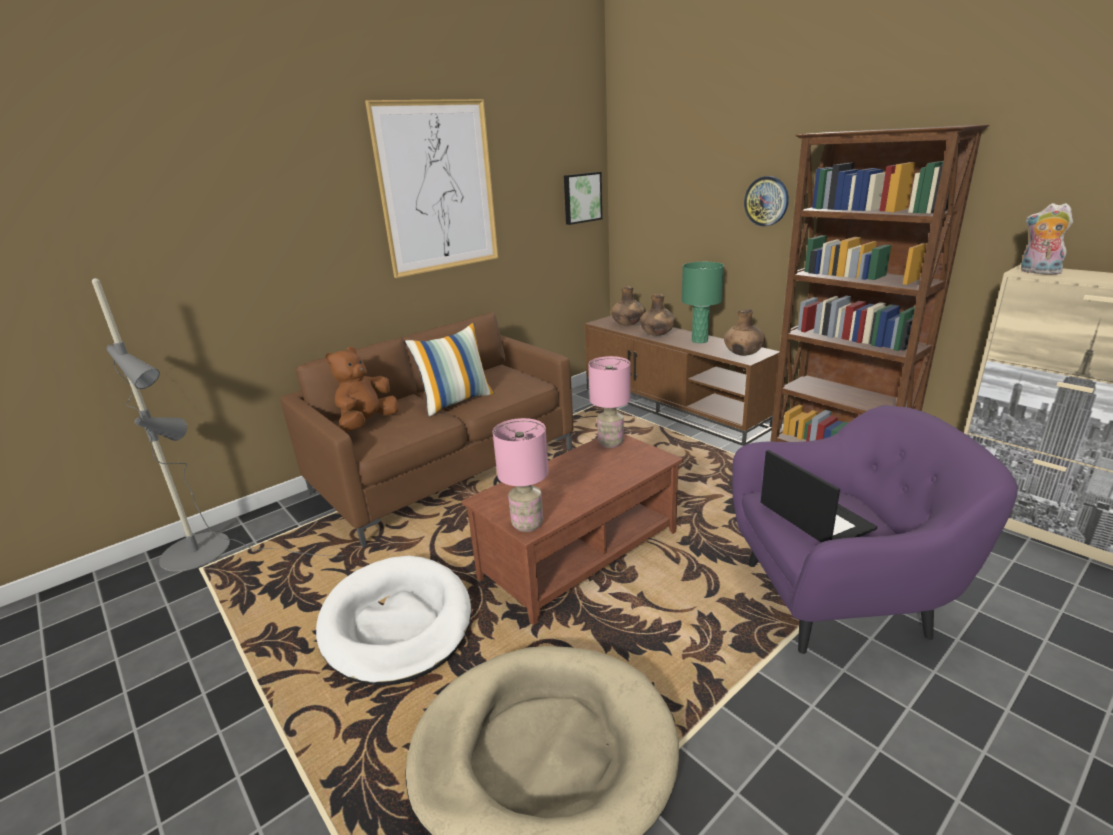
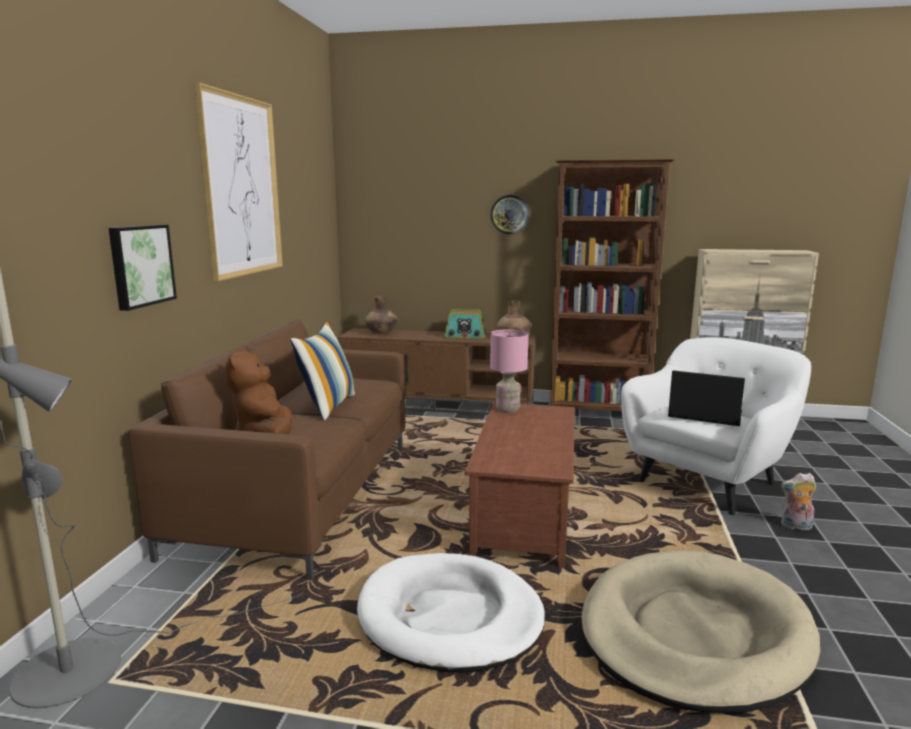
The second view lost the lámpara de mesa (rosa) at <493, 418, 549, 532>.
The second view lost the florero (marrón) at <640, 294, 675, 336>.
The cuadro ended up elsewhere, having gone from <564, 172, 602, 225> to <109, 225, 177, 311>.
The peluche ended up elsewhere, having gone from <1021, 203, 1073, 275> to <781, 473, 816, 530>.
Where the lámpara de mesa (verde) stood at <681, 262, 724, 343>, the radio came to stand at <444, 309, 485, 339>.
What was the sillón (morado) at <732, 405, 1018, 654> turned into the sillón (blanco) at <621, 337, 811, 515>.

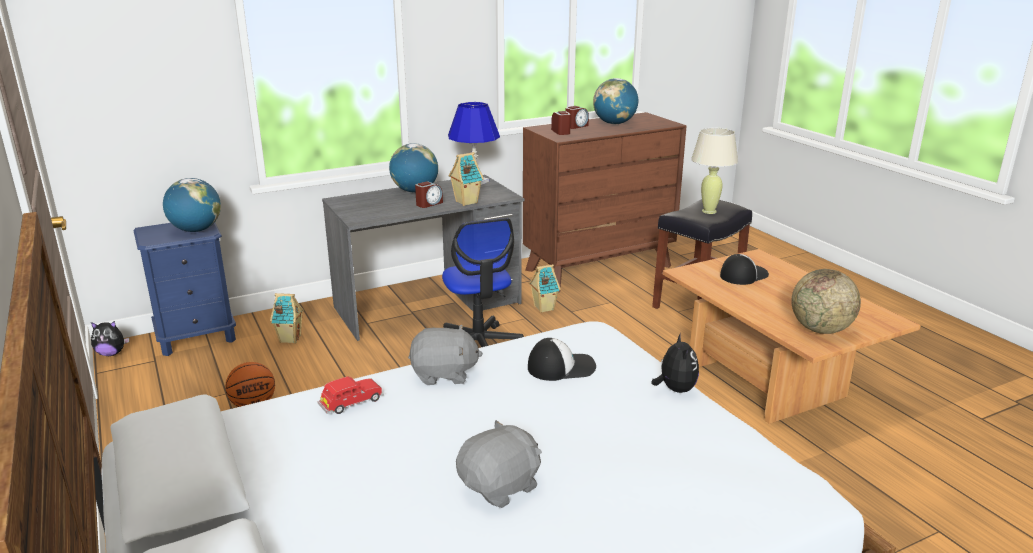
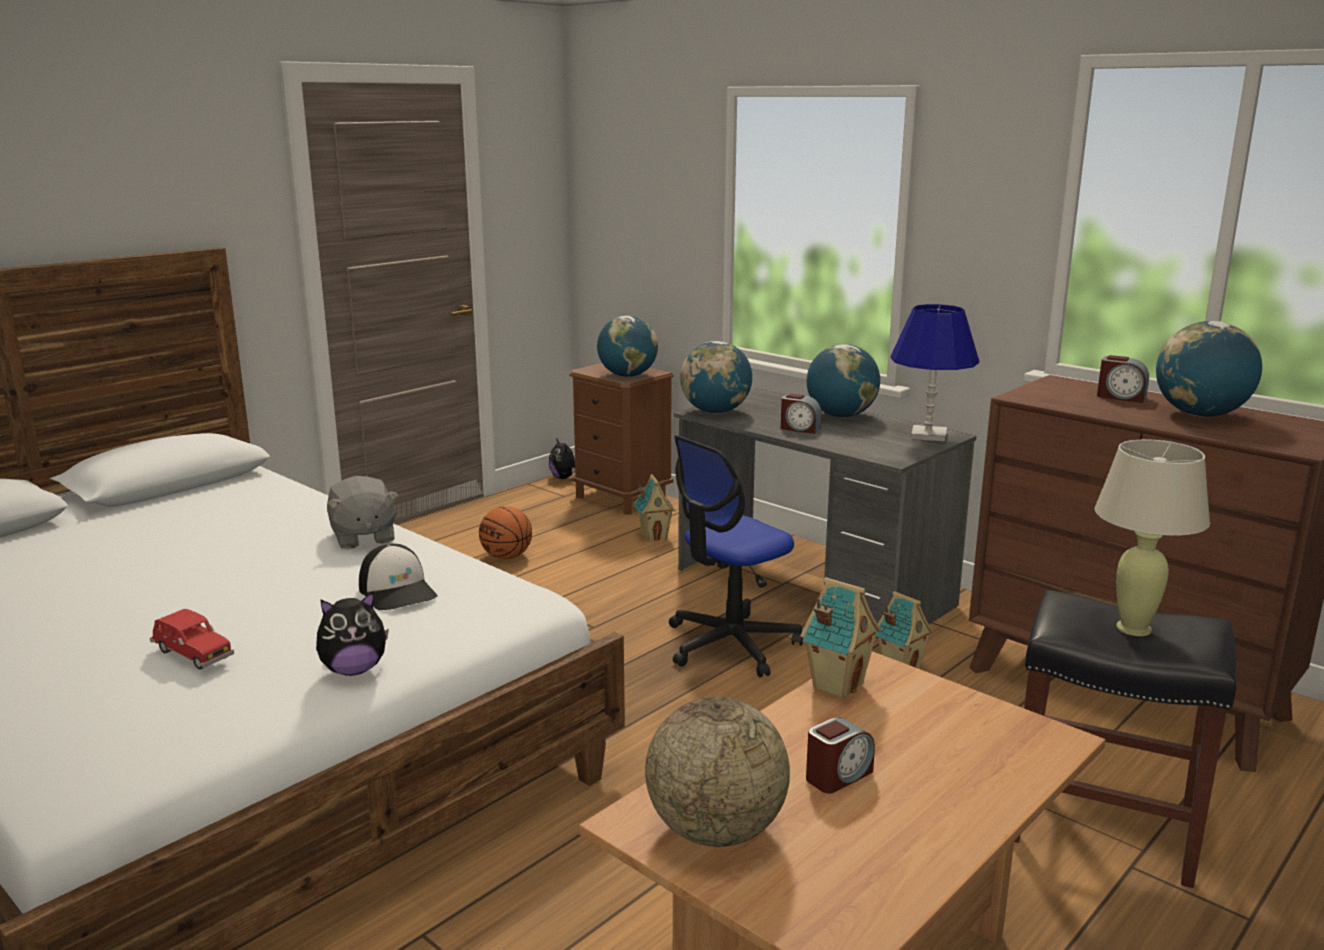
The second view lost the peluche (gris) at <456, 420, 542, 508>.
The second view lost the gorra at <720, 254, 769, 285>.
The second view gained the globo terráqueo at <680, 341, 752, 414>.
The coche de juguete (rojo) ended up elsewhere, having gone from <317, 376, 384, 414> to <150, 609, 234, 670>.
The casita ended up elsewhere, having gone from <449, 152, 484, 206> to <800, 577, 881, 699>.
The despertador ended up elsewhere, having gone from <551, 111, 571, 135> to <806, 717, 875, 793>.
What was the mesita de noche (azul) at <134, 223, 236, 356> turned into the mesita de noche (marrón) at <569, 363, 674, 515>.

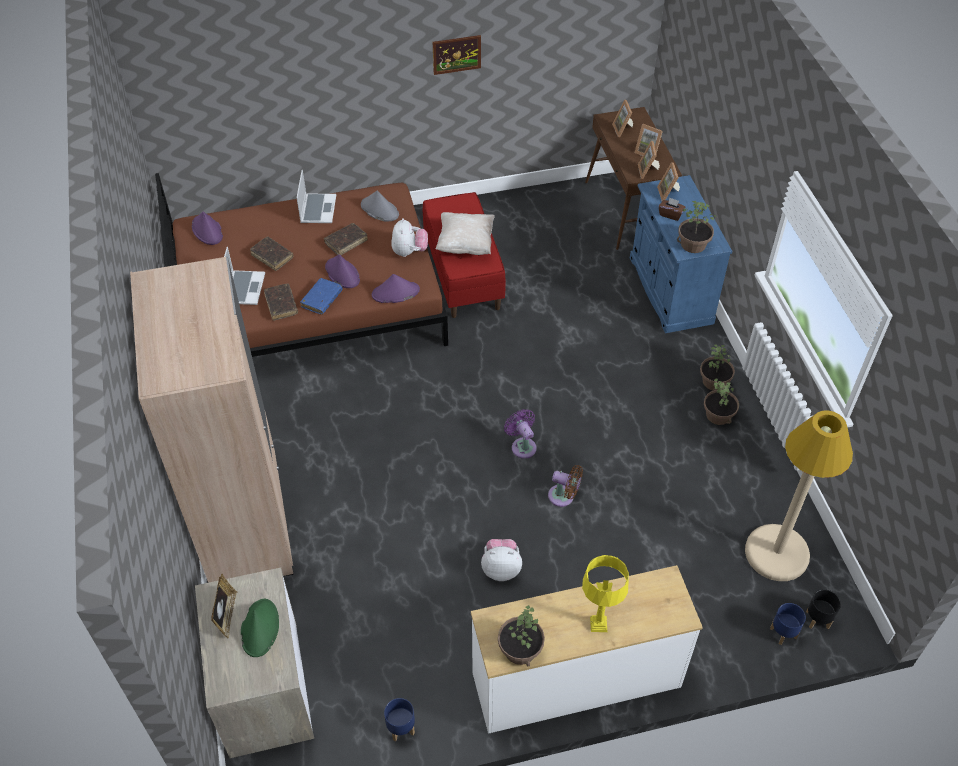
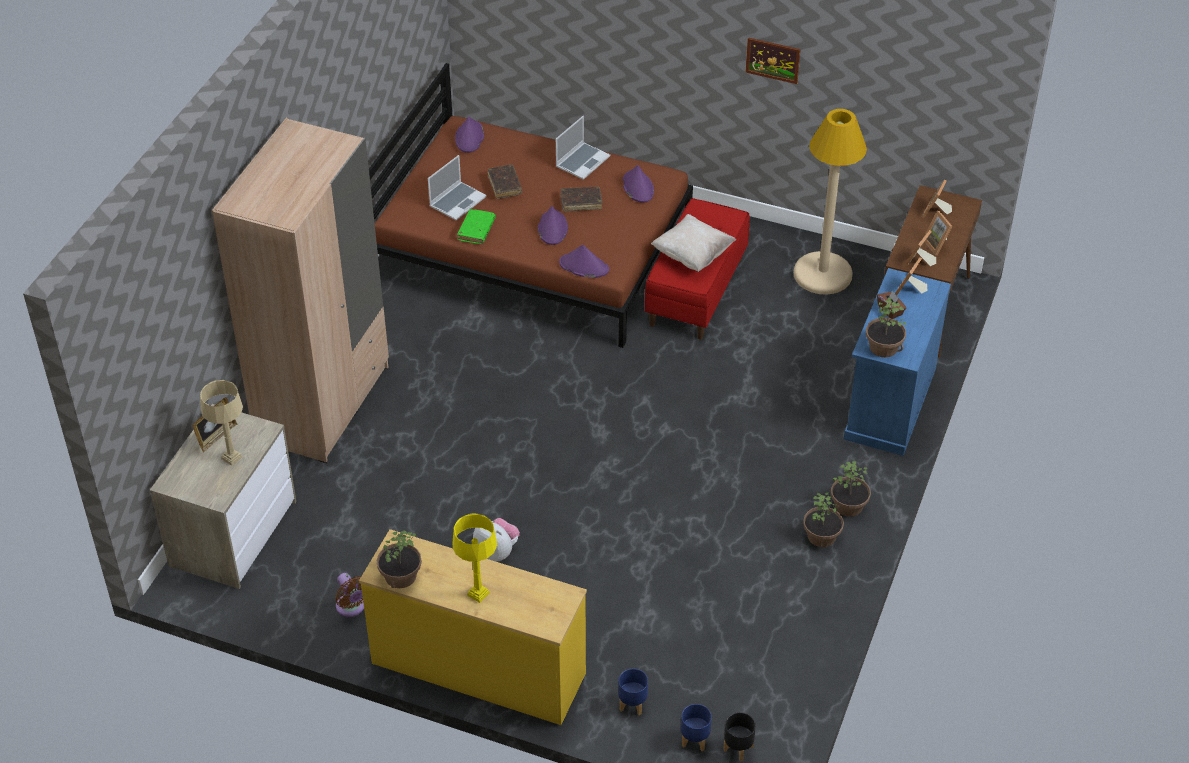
The second view lost the libro (azul) at <300, 278, 343, 314>.
The second view lost the peluche at <391, 218, 428, 257>.
The second view lost the ventilador (morado) at <504, 409, 537, 458>.
The maceta (azul) ended up elsewhere, having gone from <384, 698, 415, 741> to <618, 669, 648, 715>.
The ventilador (marrón) ended up elsewhere, having gone from <548, 465, 583, 507> to <335, 573, 364, 617>.
The lámpara de pie (beis) ended up elsewhere, having gone from <745, 410, 853, 581> to <794, 109, 867, 295>.
Where the sombrero (verde) stood at <241, 599, 279, 657>, the lámpara de mesa (beis) came to stand at <200, 380, 243, 466>.
What was the libro (marrón) at <264, 283, 298, 321> turned into the libro (verde) at <457, 209, 496, 244>.
What was the sombrero (gris) at <361, 191, 399, 221> turned into the sombrero (morado) at <623, 165, 654, 203>.
What was the cómoda (blanco) at <471, 565, 703, 734> turned into the cómoda (amarillo) at <359, 529, 587, 725>.

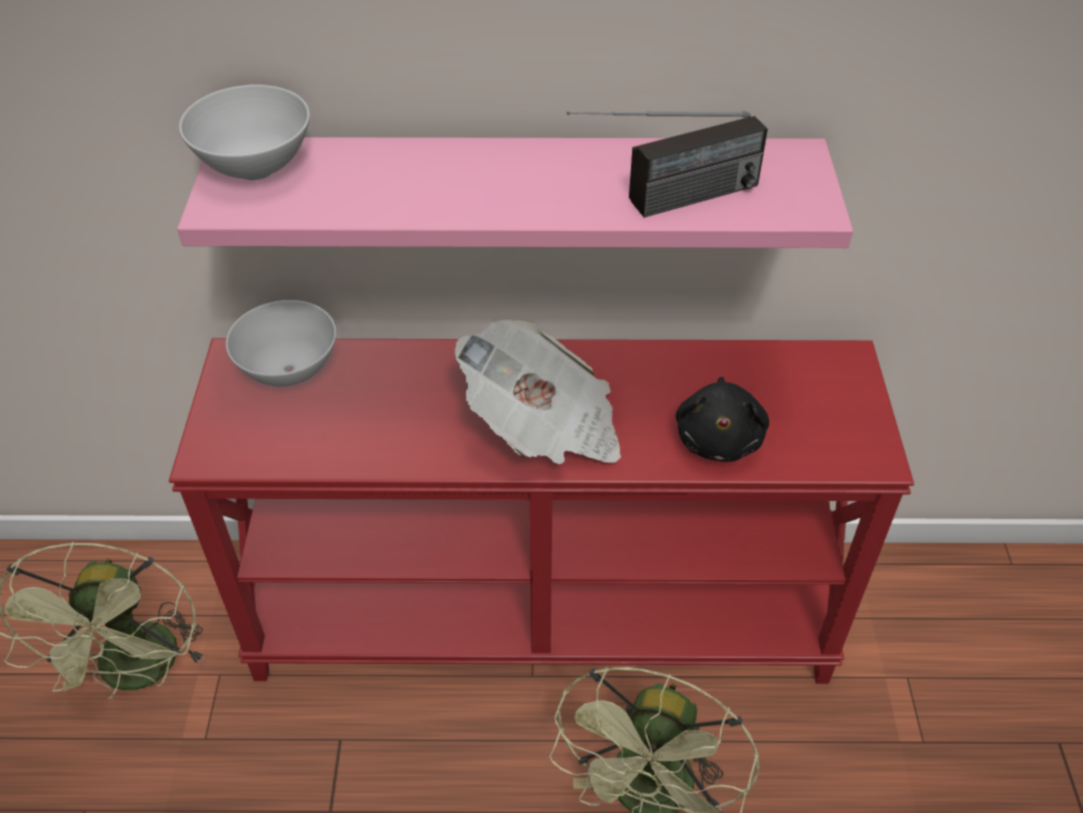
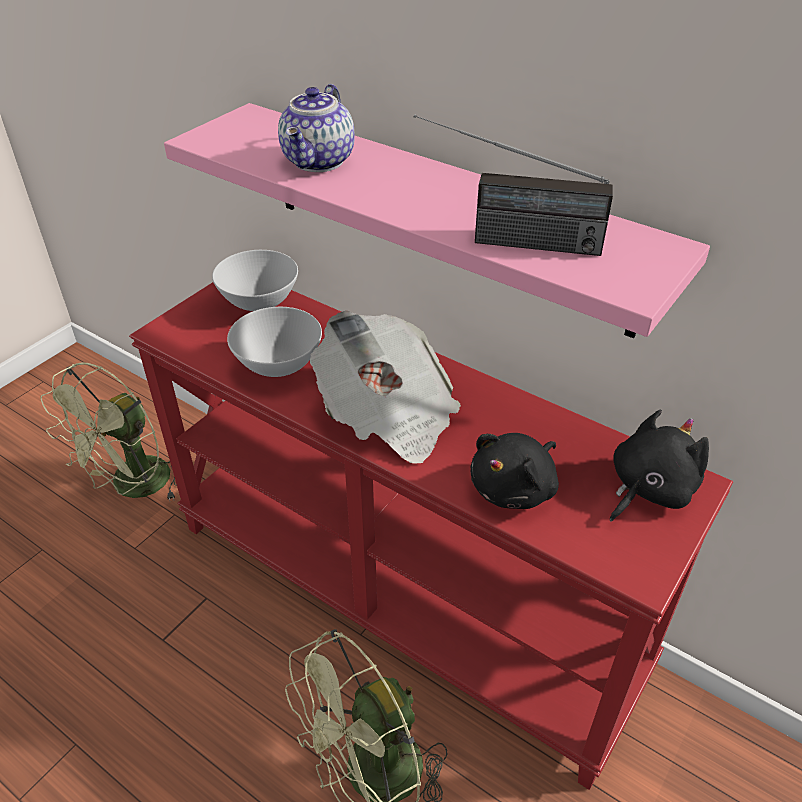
The second view gained the tetera at <278, 84, 355, 172>.
The second view gained the peluche (negro) at <610, 410, 709, 522>.
The cuenco (blanco) ended up elsewhere, having gone from <179, 85, 310, 180> to <227, 307, 322, 377>.

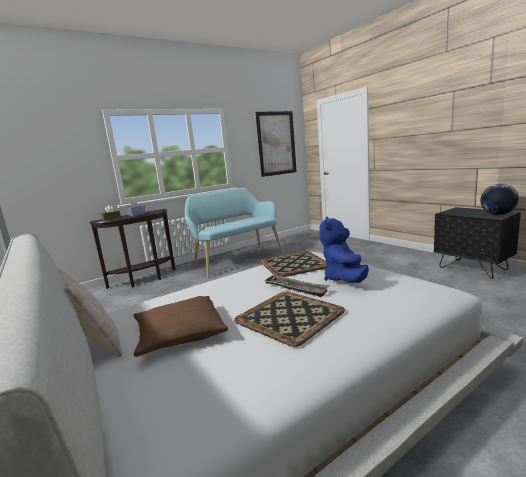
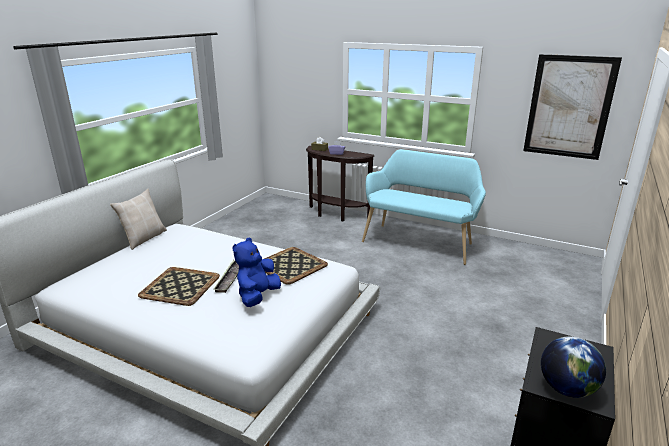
The second view lost the cojín (marrón) at <134, 296, 228, 357>.
The peluche (azul) at <319, 217, 369, 283> ended up facing another way, 45 degrees counterclockwise from before.

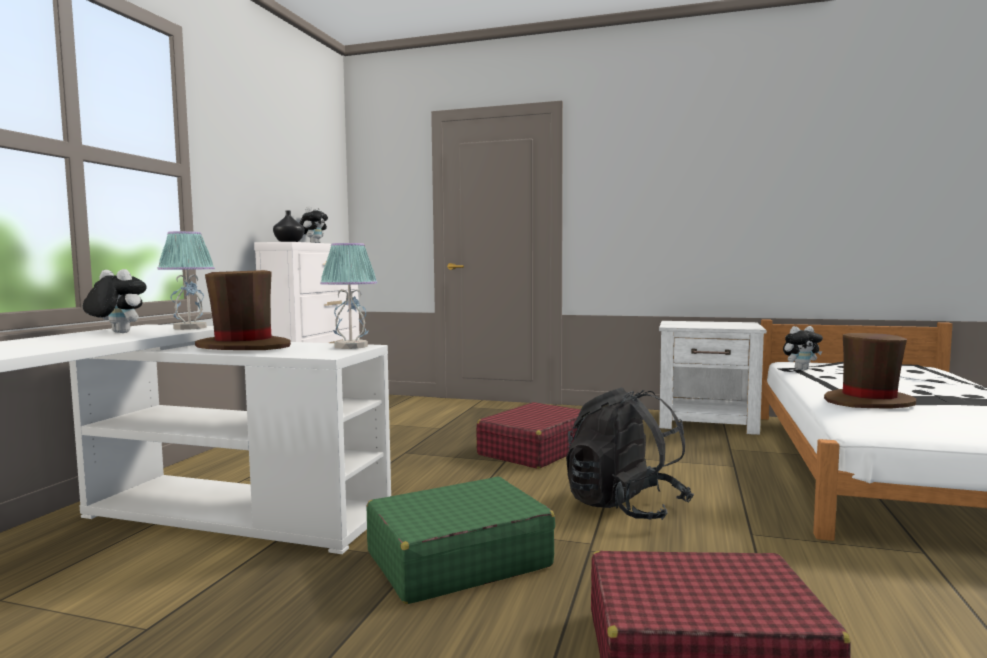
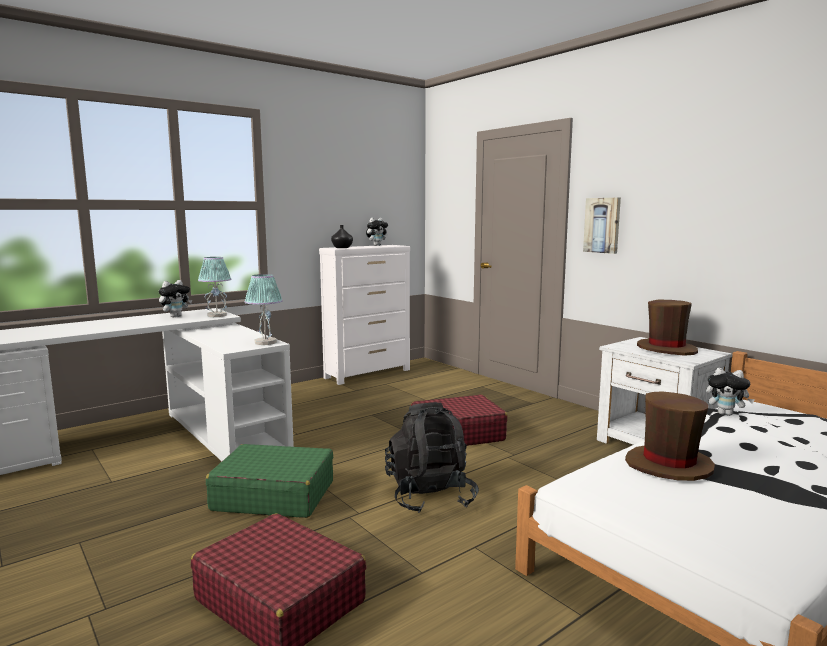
The second view gained the cuadro at <583, 198, 621, 254>.
The sombrero (marrón) ended up elsewhere, having gone from <195, 270, 291, 350> to <637, 300, 698, 356>.
The peluche at <83, 269, 147, 333> ended up facing another way, 75 degrees clockwise from before.

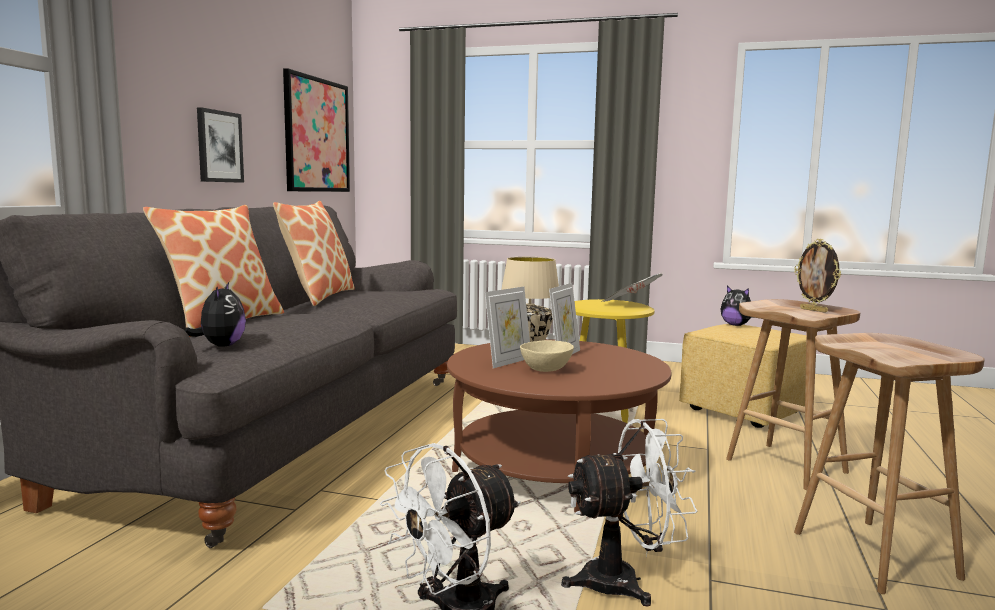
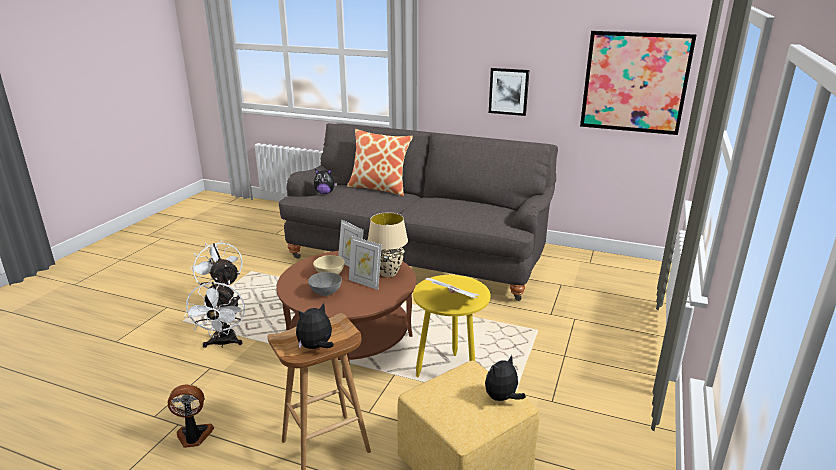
The second view lost the cojín at <273, 201, 355, 306>.
The second view gained the cuenco (gris) at <308, 272, 342, 296>.
Where the portarretratos stood at <794, 239, 841, 313>, the peluche came to stand at <296, 303, 334, 349>.
Where the taburete (marrón) stood at <794, 333, 985, 594>, the ventilador came to stand at <168, 384, 214, 448>.

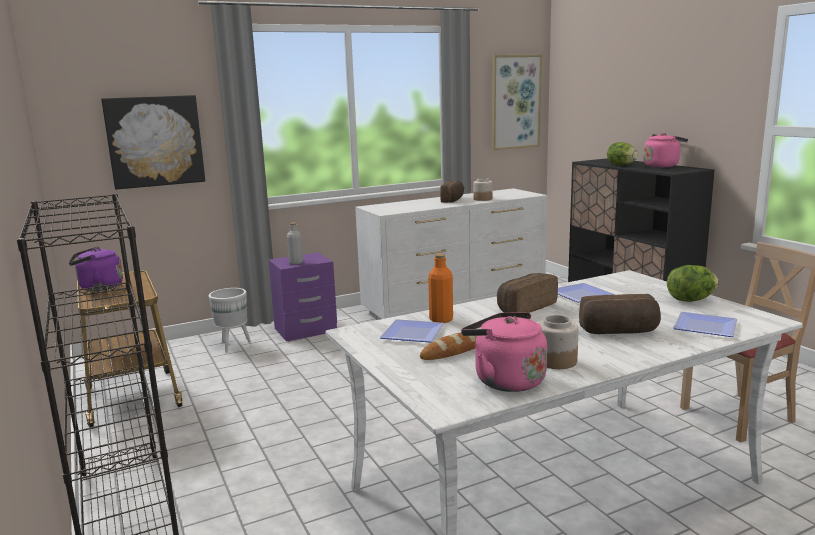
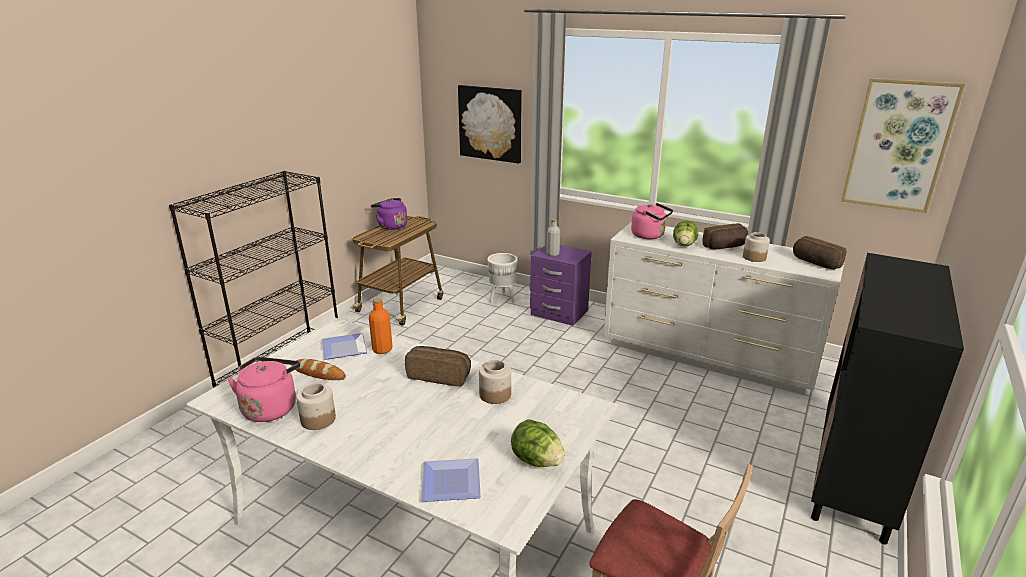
The pan ended up elsewhere, having gone from <579, 294, 661, 334> to <793, 236, 847, 269>.
The lechuga ended up elsewhere, having gone from <607, 142, 638, 165> to <673, 221, 698, 246>.
The hervidor (rosa) ended up elsewhere, having gone from <643, 133, 688, 167> to <631, 203, 673, 239>.
Where the plato stood at <558, 283, 614, 303>, the tarro came to stand at <479, 360, 511, 404>.

